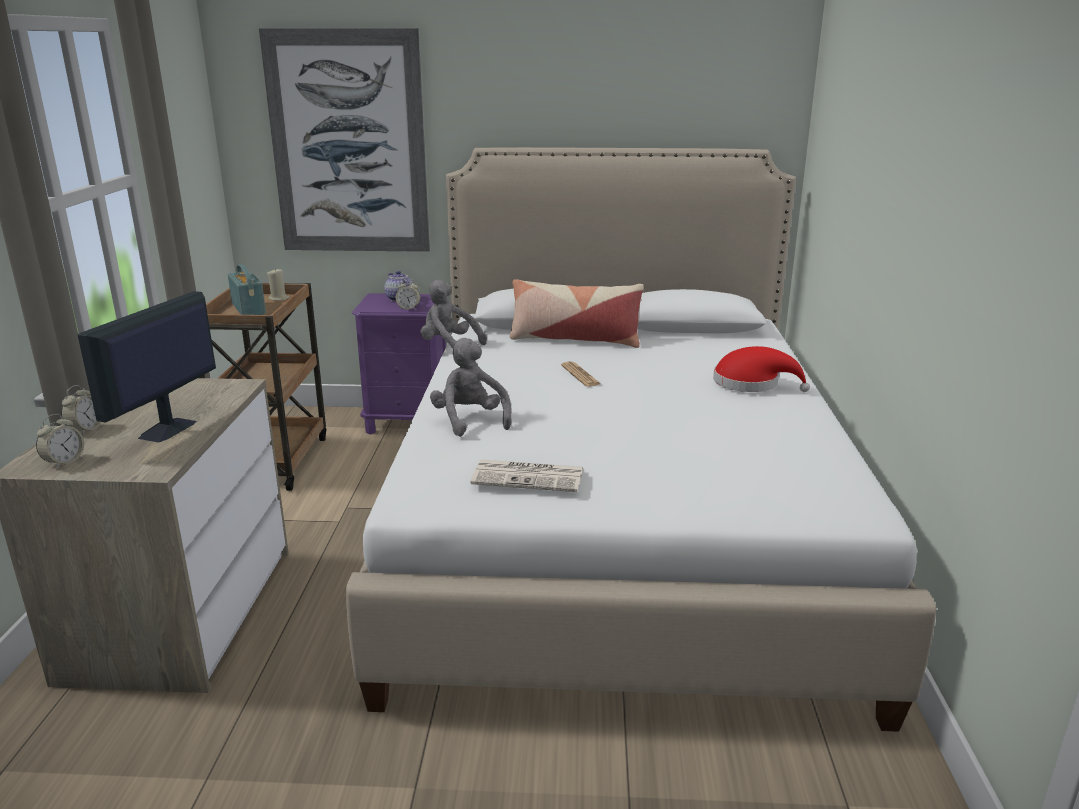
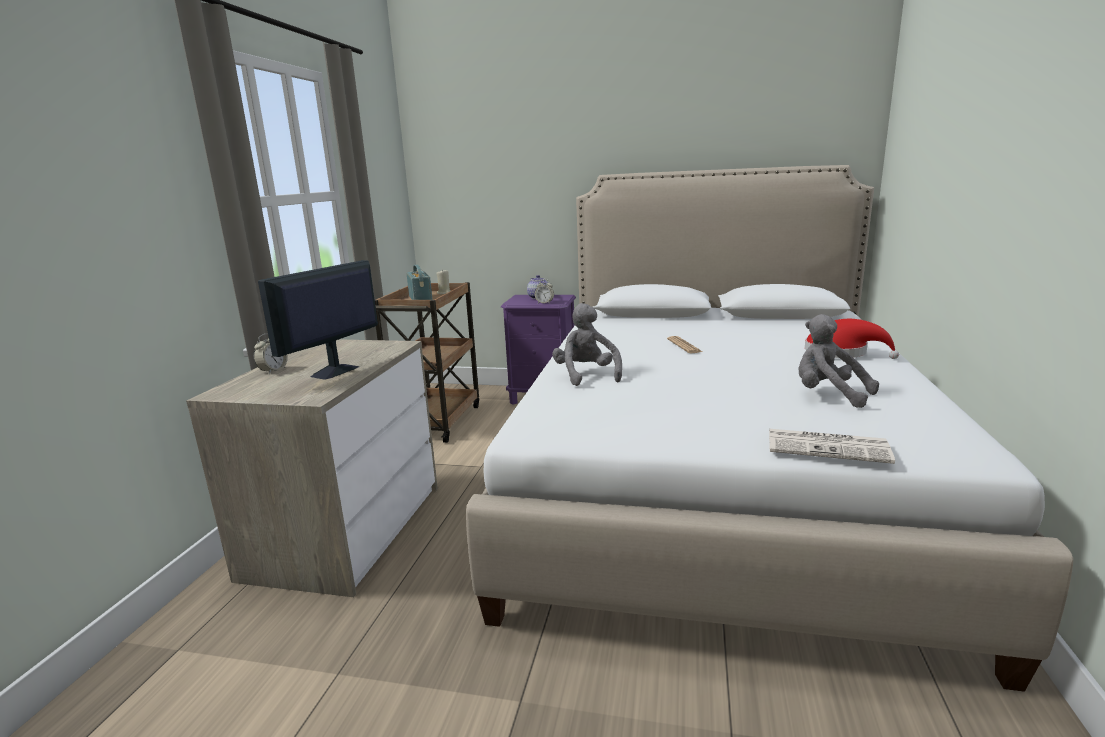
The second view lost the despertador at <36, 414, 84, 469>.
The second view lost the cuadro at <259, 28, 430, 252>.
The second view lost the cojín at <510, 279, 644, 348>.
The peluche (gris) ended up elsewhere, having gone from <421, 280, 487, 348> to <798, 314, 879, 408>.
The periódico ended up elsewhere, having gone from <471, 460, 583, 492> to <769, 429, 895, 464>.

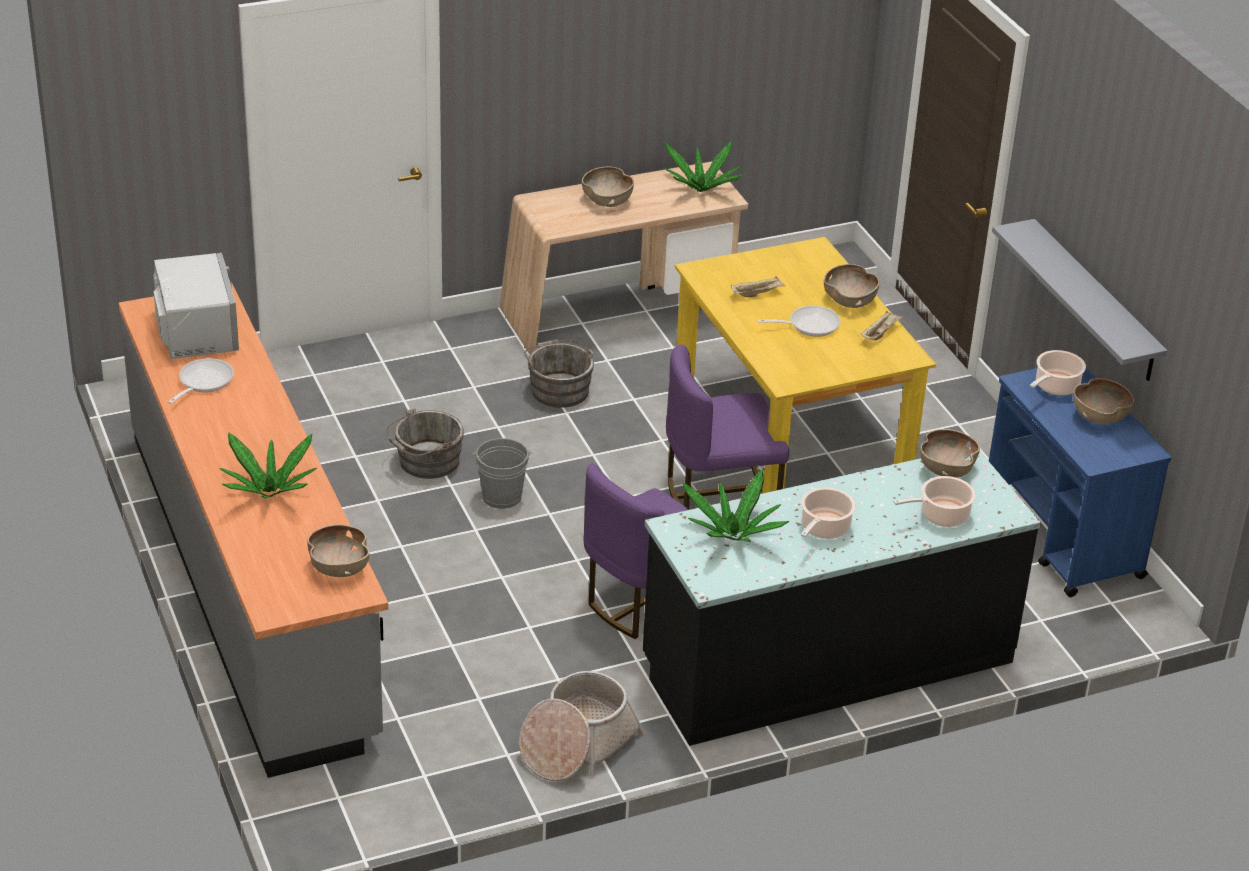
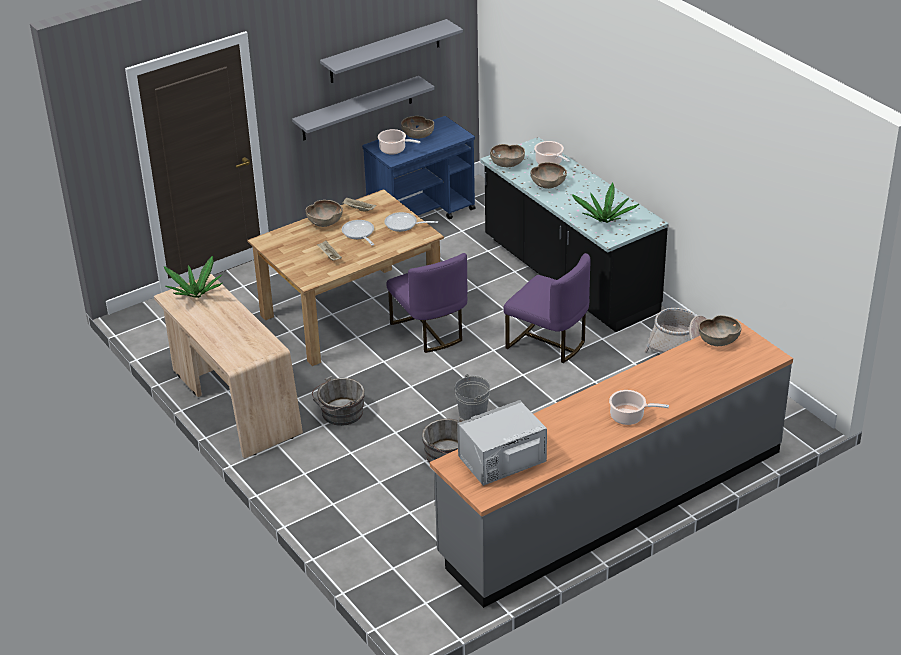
The second view lost the planta en maceta at <219, 433, 317, 498>.
The second view gained the estante (gris) at <320, 19, 463, 83>.
The sartén ended up elsewhere, having gone from <168, 358, 234, 404> to <384, 212, 438, 232>.
The cuenco (marrón) ended up elsewhere, having gone from <582, 166, 634, 207> to <531, 162, 567, 189>.
The olla ended up elsewhere, having gone from <801, 487, 856, 539> to <609, 390, 669, 425>.
What was the mesa de comedor (amarillo) at <675, 237, 936, 494> turned into the mesa de comedor (marrón) at <247, 189, 444, 366>.

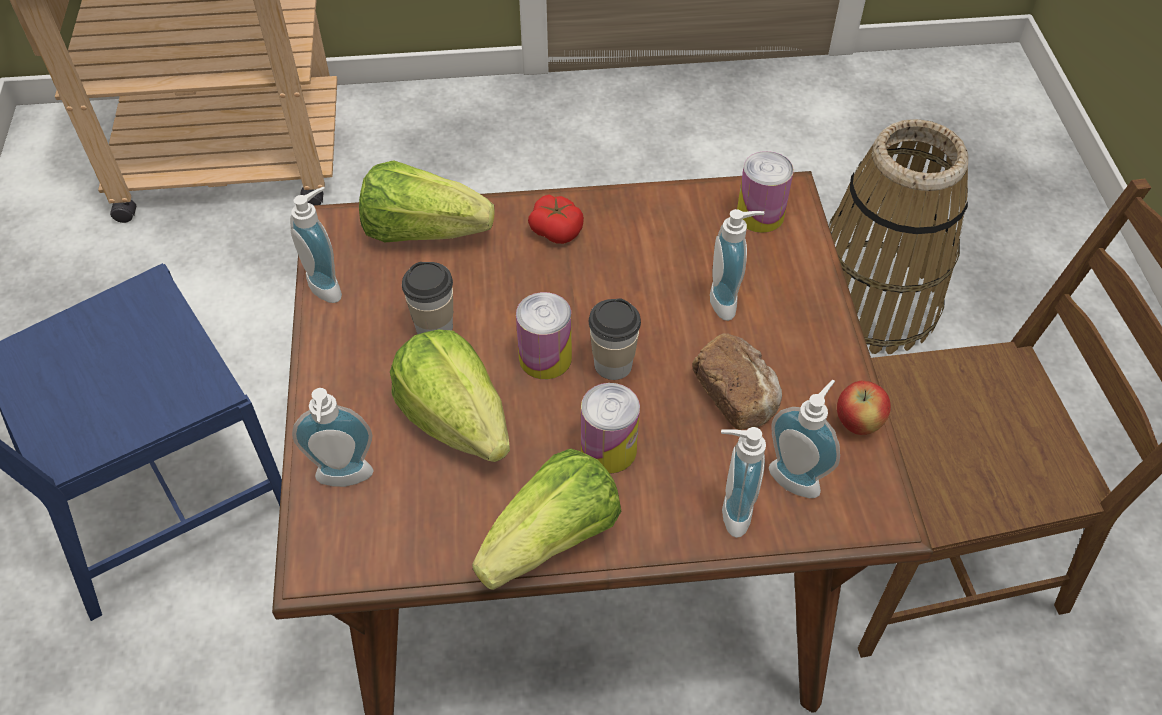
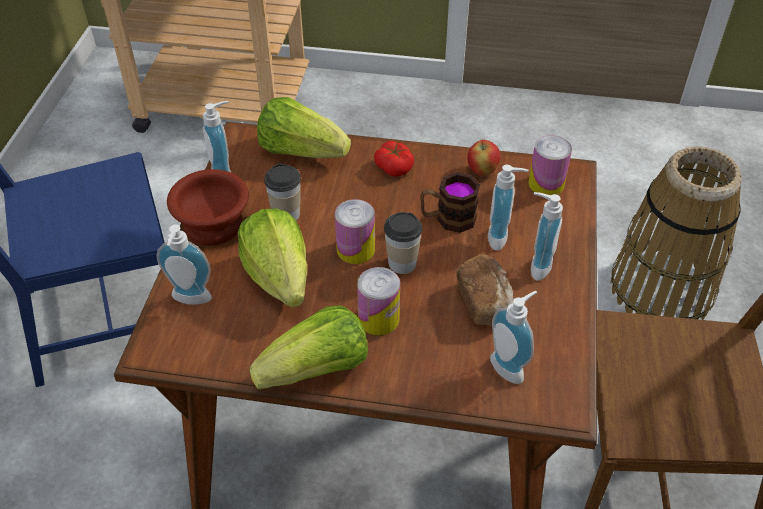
The second view gained the cuenco (marrón) at <167, 169, 249, 246>.
The second view gained the taza grande at <420, 172, 480, 233>.
The dispensador de jabón ended up elsewhere, having gone from <721, 427, 766, 538> to <531, 192, 563, 280>.
The manzana ended up elsewhere, having gone from <837, 381, 891, 435> to <467, 140, 500, 176>.

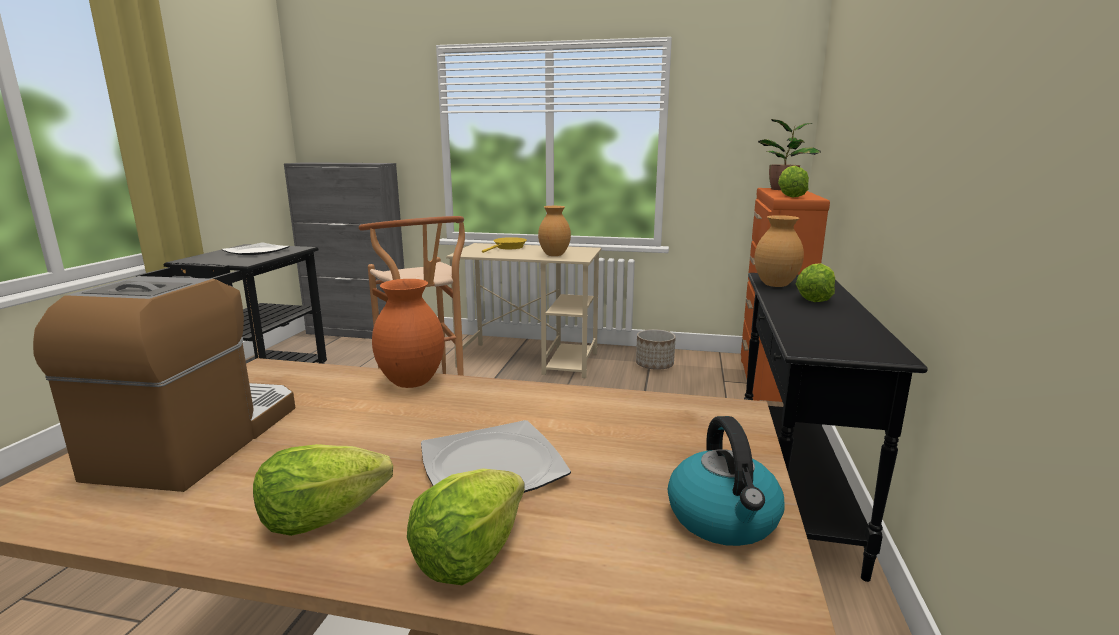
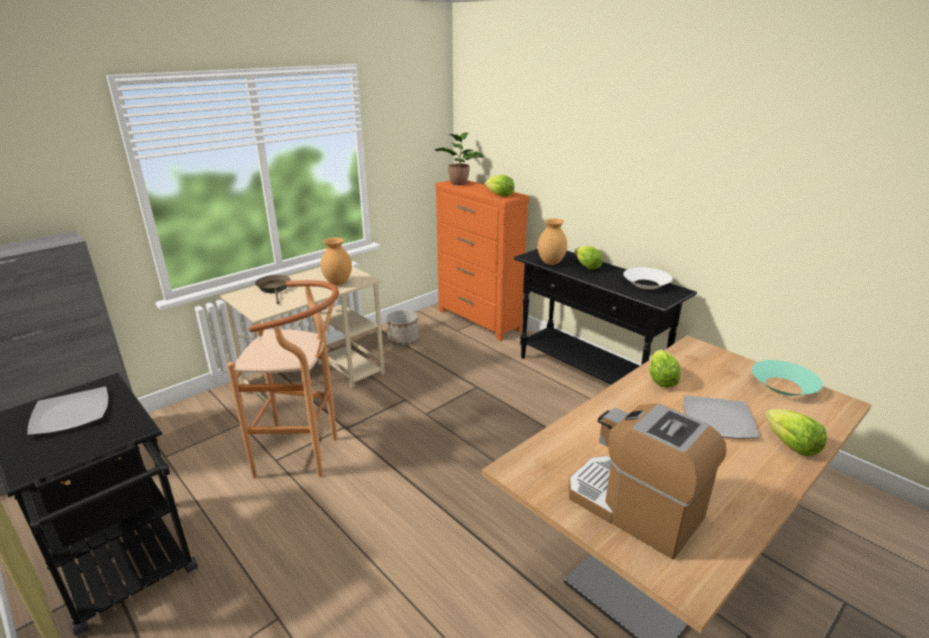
The second view lost the florero (naranja) at <372, 279, 444, 388>.
The second view gained the cuenco (blanco) at <623, 267, 673, 289>.
The lechuga ended up elsewhere, having gone from <253, 444, 393, 536> to <649, 350, 681, 388>.
Where the hervidor stood at <668, 416, 785, 546>, the cuenco (turquesa) came to stand at <752, 360, 823, 396>.
What was the sartén (amarillo) at <482, 237, 527, 253> turned into the sartén (marrón) at <255, 275, 290, 304>.

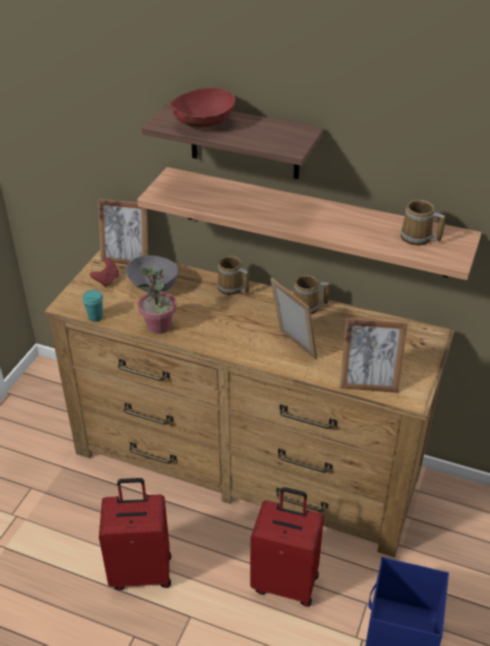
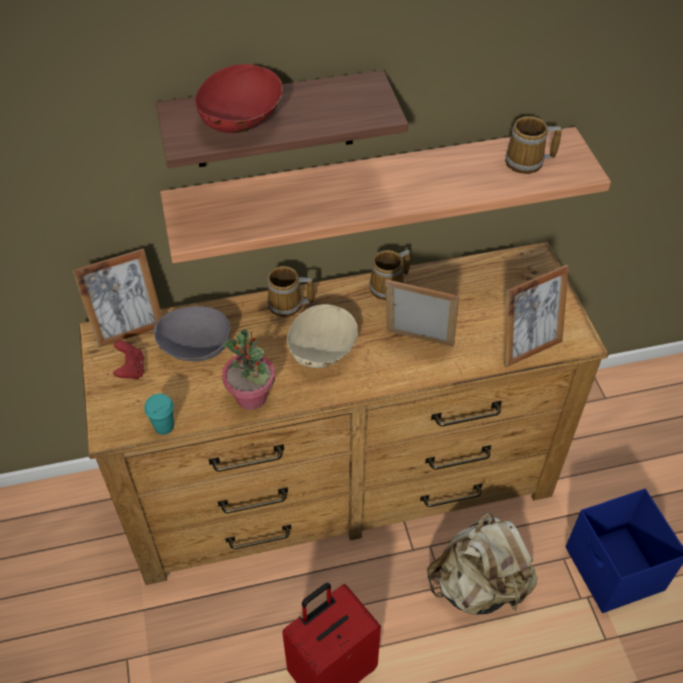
The second view gained the cuenco (beis) at <287, 304, 358, 368>.
Where the maleta (rojo) stood at <250, 487, 324, 607>, the mochila (beis) came to stand at <427, 512, 538, 615>.

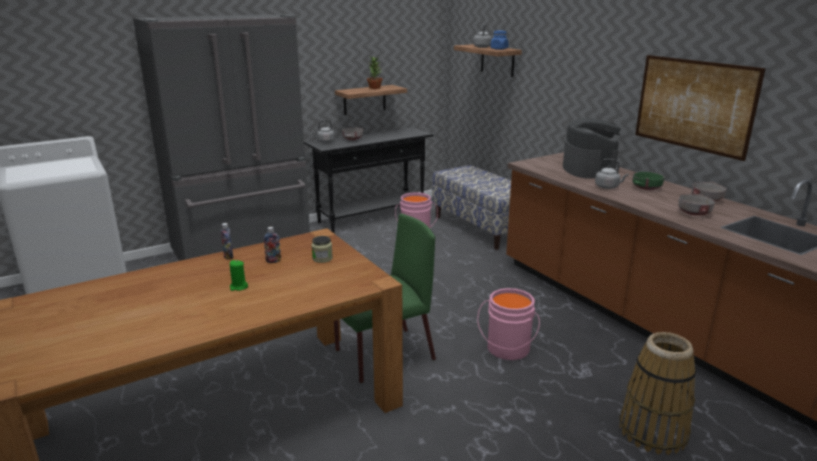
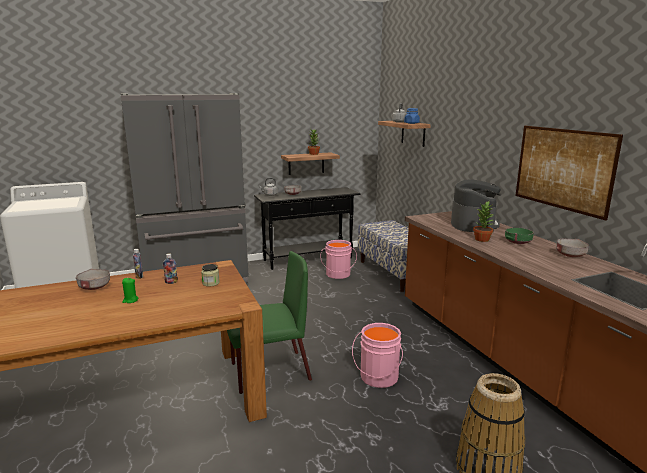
The cuenco (gris) ended up elsewhere, having gone from <678, 194, 715, 216> to <76, 269, 110, 290>.
Where the hervidor (gris) stood at <595, 159, 629, 189>, the planta en maceta came to stand at <473, 201, 494, 242>.

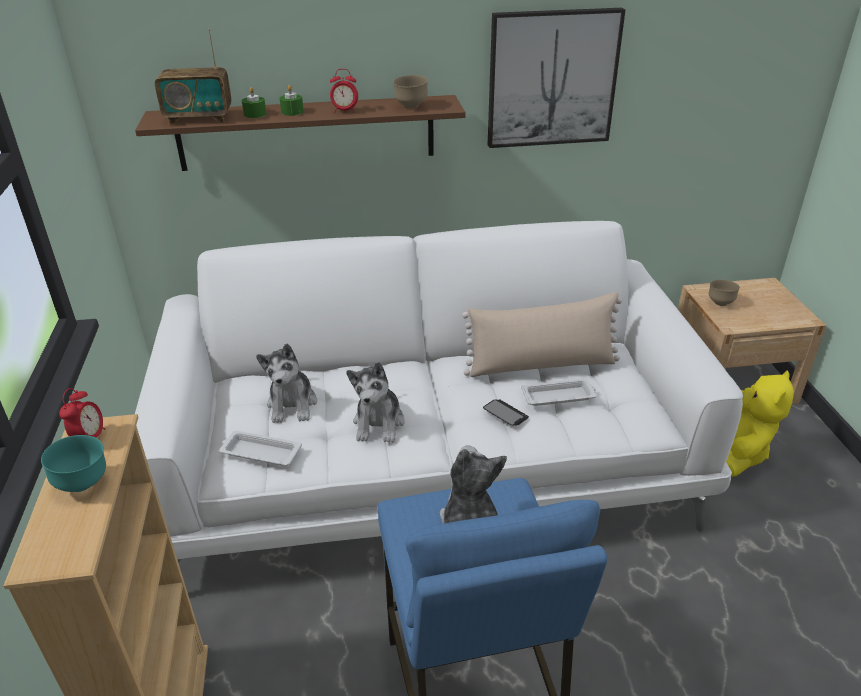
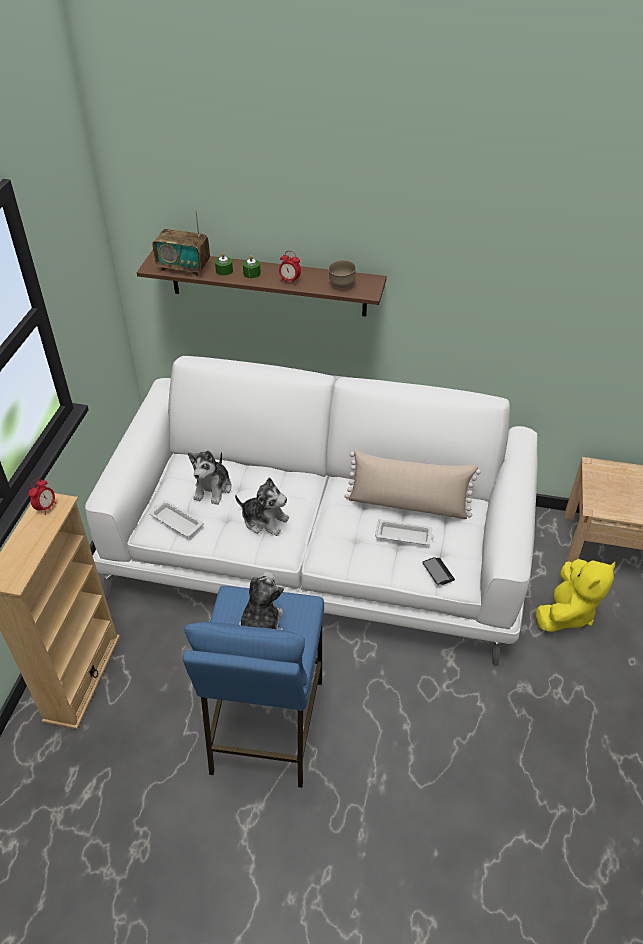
The second view lost the cuenco (turquesa) at <41, 435, 106, 492>.
The second view lost the cuadro at <488, 8, 626, 148>.
The second view lost the cuenco (marrón) at <709, 279, 740, 306>.
The móvil ended up elsewhere, having gone from <483, 399, 529, 426> to <422, 557, 455, 585>.
The peluche at <346, 362, 405, 443> ended up facing another way, 90 degrees counterclockwise from before.

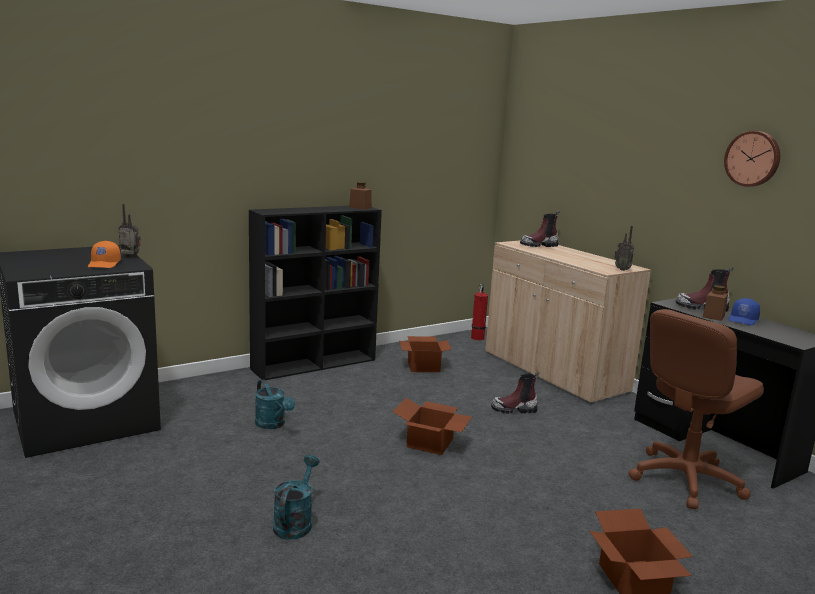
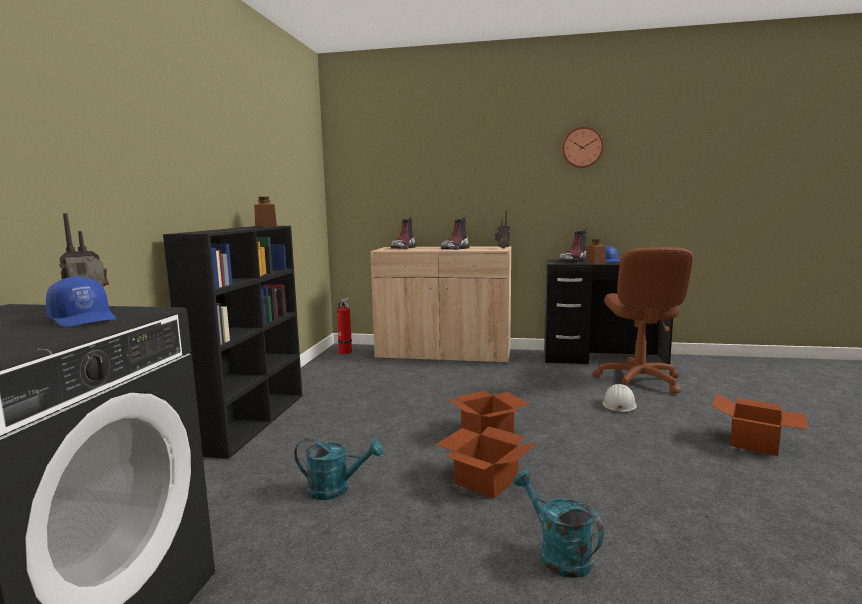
The second view gained the casco (blanco) at <602, 384, 637, 413>.
The caja de cartón ended up elsewhere, having gone from <399, 336, 451, 372> to <436, 426, 538, 499>.
The bota ended up elsewhere, having gone from <491, 371, 539, 414> to <441, 215, 469, 250>.
What was the gorra (naranja) at <88, 241, 121, 268> turned into the gorra (azul) at <46, 276, 116, 327>.

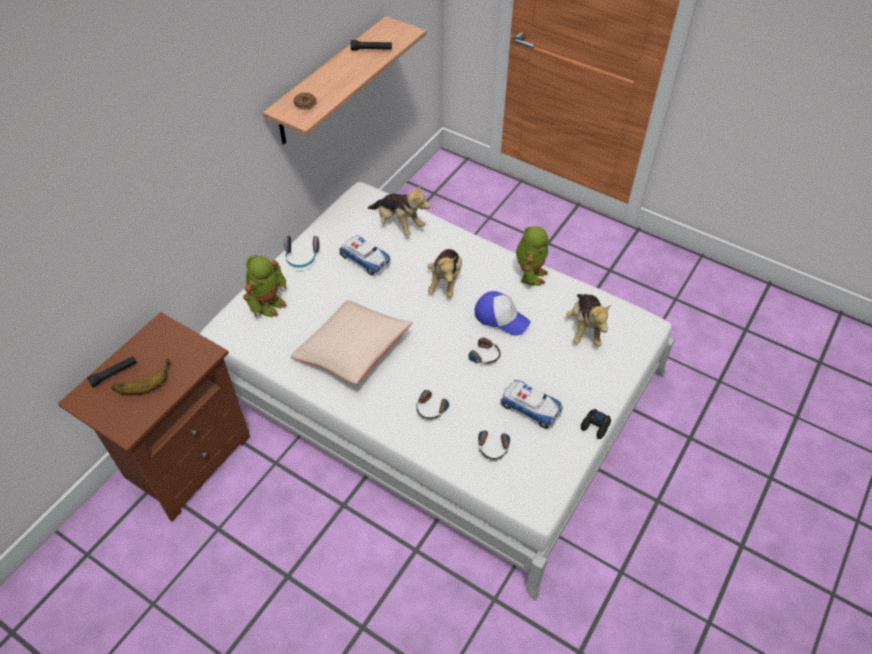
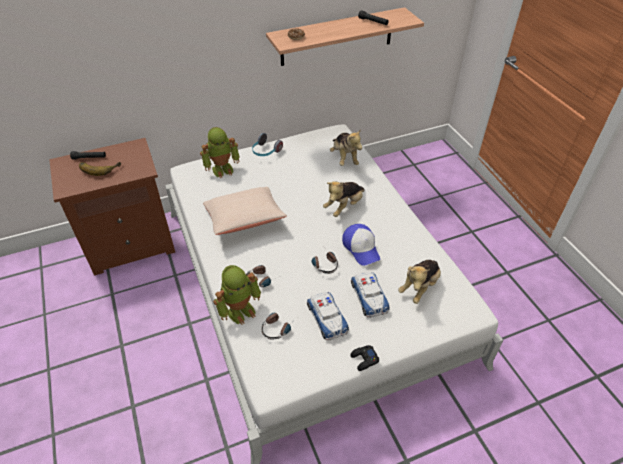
The coche de juguete ended up elsewhere, having gone from <339, 235, 391, 276> to <351, 272, 390, 318>.
The robot de juguete ended up elsewhere, having gone from <516, 226, 549, 287> to <213, 265, 261, 325>.

